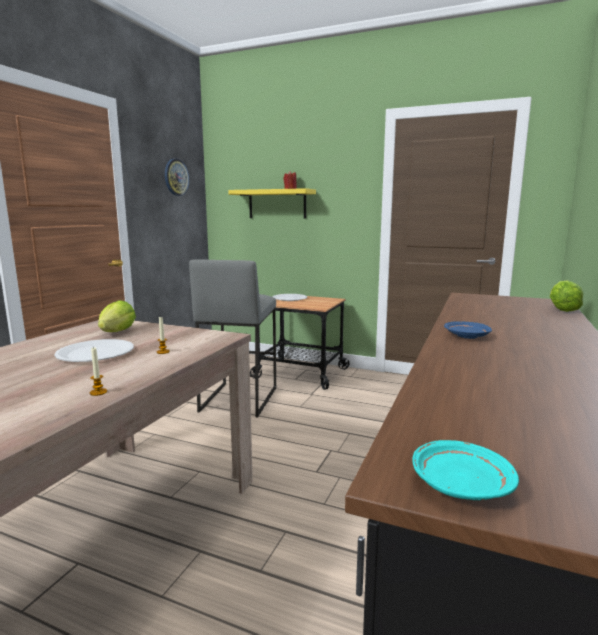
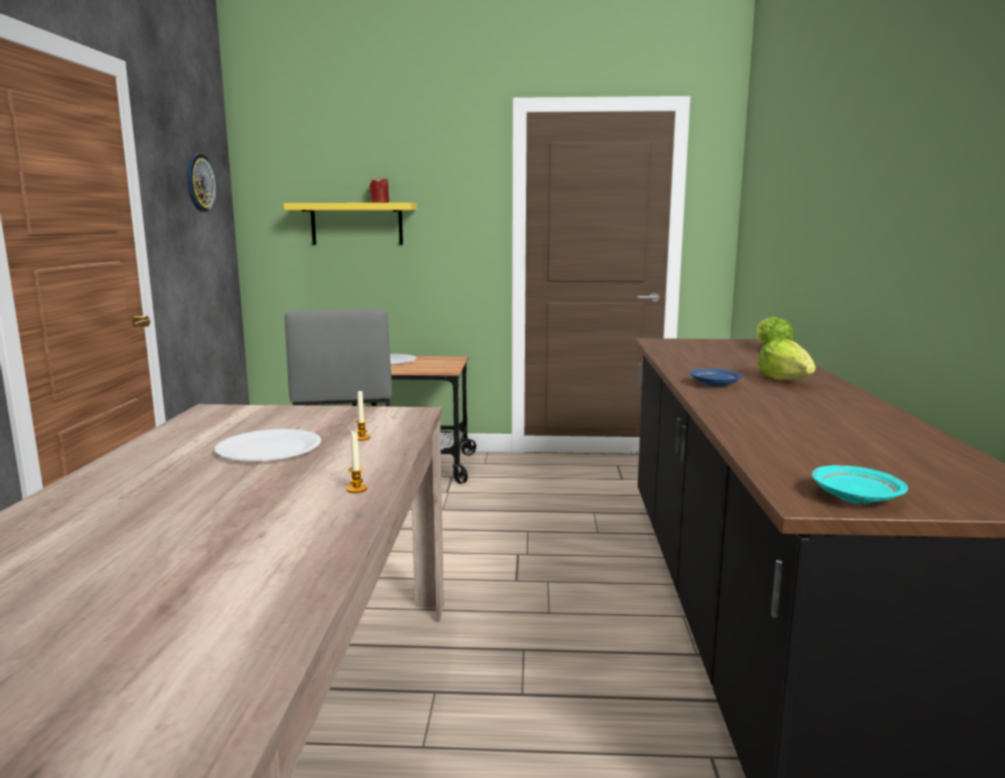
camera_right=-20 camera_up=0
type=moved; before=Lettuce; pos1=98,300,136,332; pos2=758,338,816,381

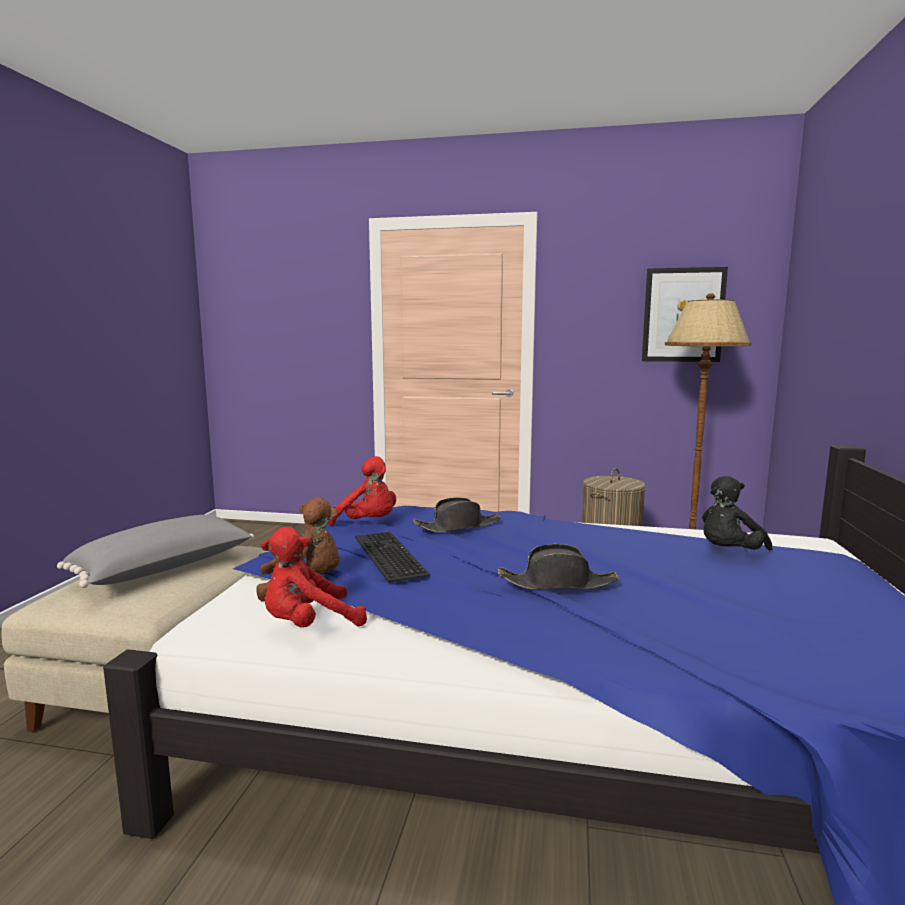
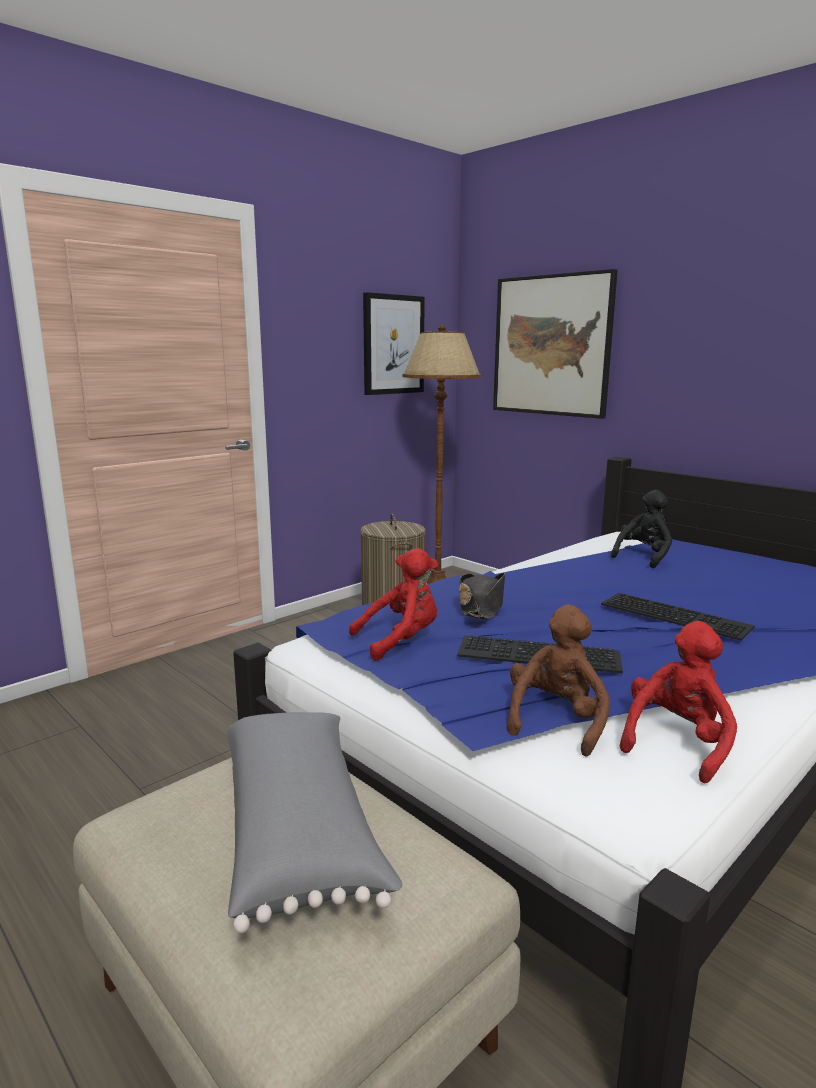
camera_right=-55 camera_up=5
type=added; after=Picture; pos2=493,269,618,419
type=replaced; before=BlackHat; after=Keyboard; pos1=498,544,619,589; pos2=601,593,755,641
type=turned; before=RedPlushToy; pos1=261,527,367,627; pos2=620,621,737,784; turn=-150
type=turned; before=BlackPlushToy; pos1=702,476,772,550; pos2=611,490,672,568; turn=-135

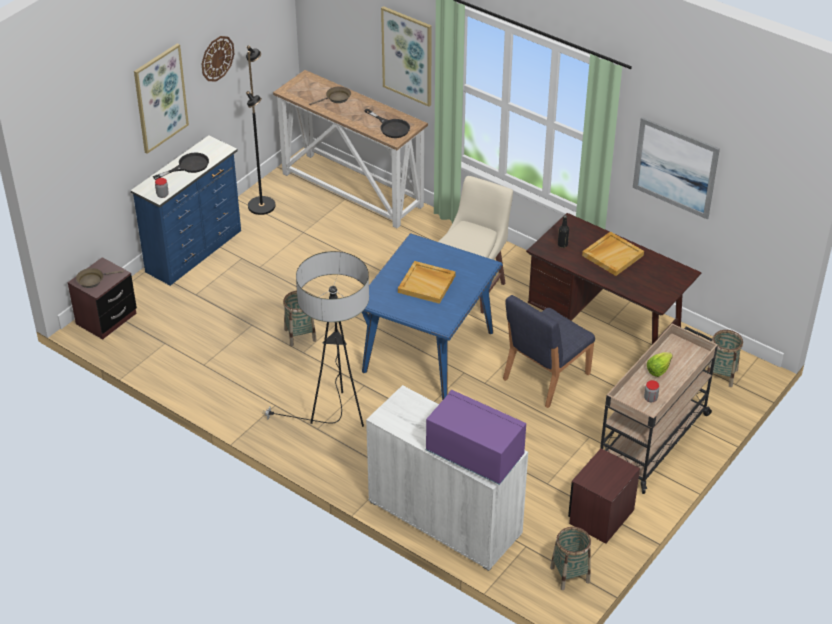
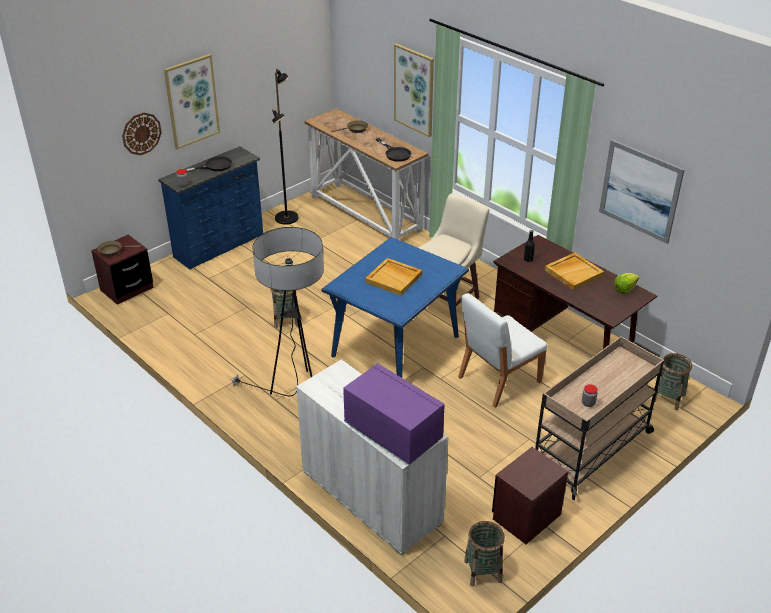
camera_right=10 camera_up=-5
type=moved; before=WallClock; pos1=202,36,234,81; pos2=122,113,162,155
type=moved; before=Lettuce; pos1=647,352,673,377; pos2=614,273,639,294
type=recoloured; before=BlueChair; after=WhiteChair; pos1=503,295,595,408; pos2=458,293,547,408

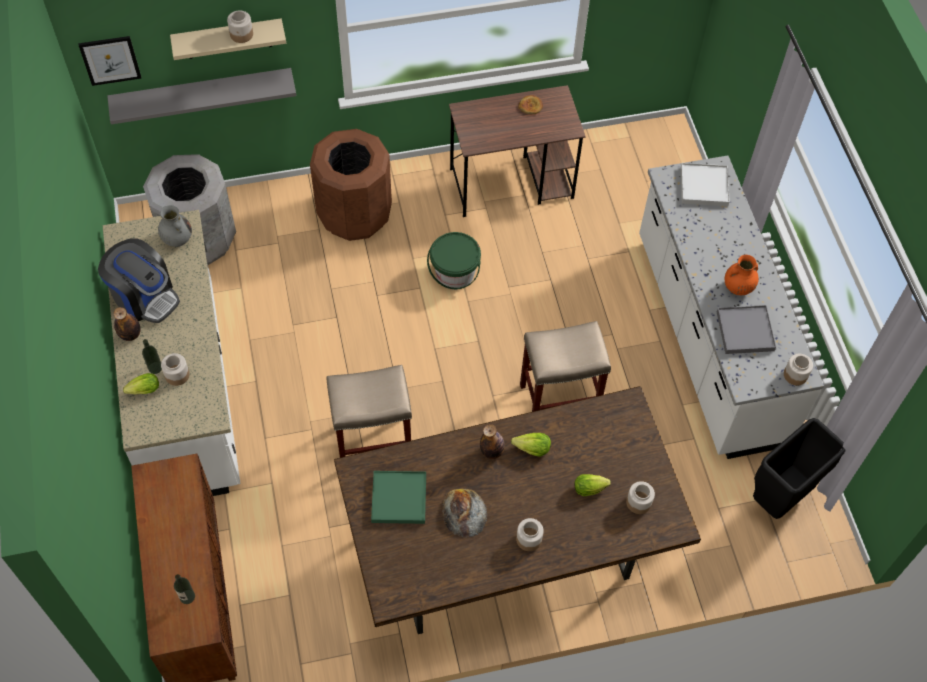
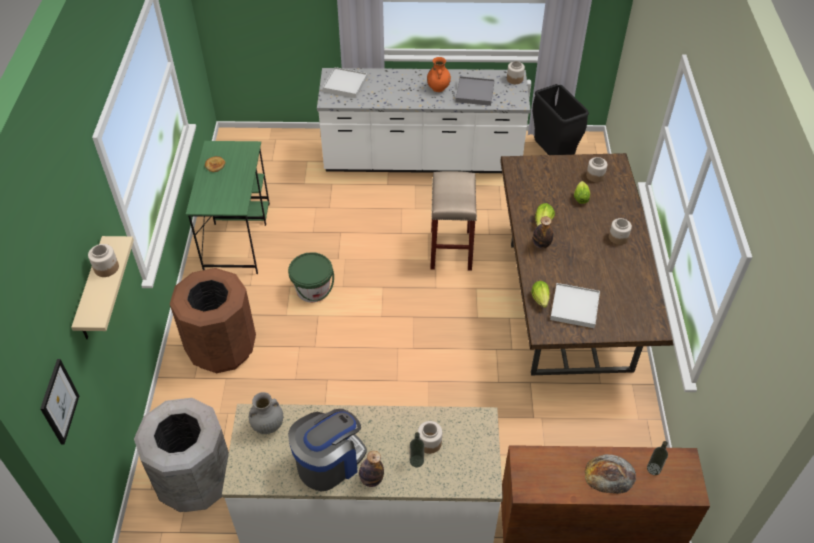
camera_right=-75 camera_up=-10
type=removed; before=GreyShelf; pos1=107,68,297,124
type=removed; before=BeigeStool; pos1=327,365,412,458
type=moved; before=Lettuce; pos1=123,373,159,395; pos2=531,281,550,308
type=moved; before=Bread; pos1=442,489,487,538; pos2=585,454,636,494
type=recoloured; before=GreenTray; after=WhiteTray; pos1=371,471,426,524; pos2=550,283,600,328
type=recoloured; before=BrownDesk; after=GreenDesk; pos1=449,85,586,217; pos2=186,141,270,274

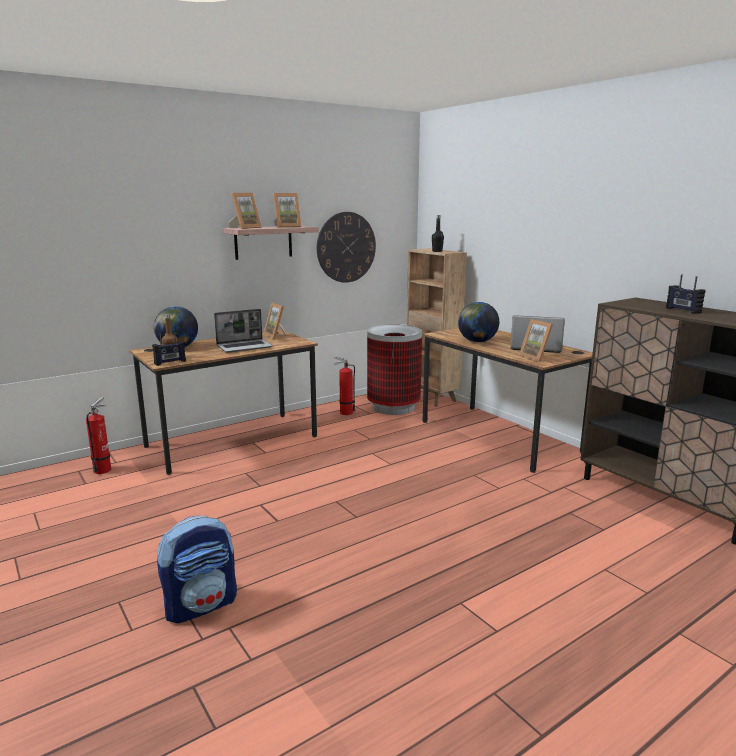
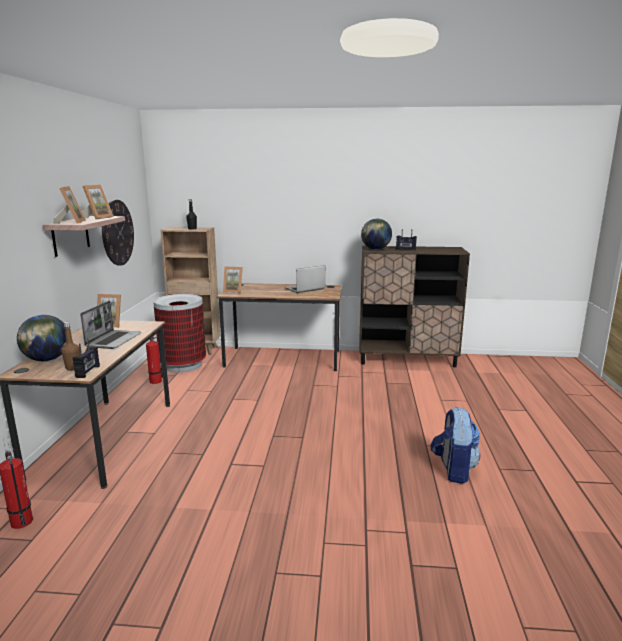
camera_right=-50 camera_up=0
type=moved; before=Backpack; pos1=157,515,237,623; pos2=431,407,480,484
type=moved; before=Globe; pos1=458,302,499,342; pos2=361,219,392,250
type=moved; before=PictureFrame; pos1=519,319,553,362; pos2=223,267,243,293

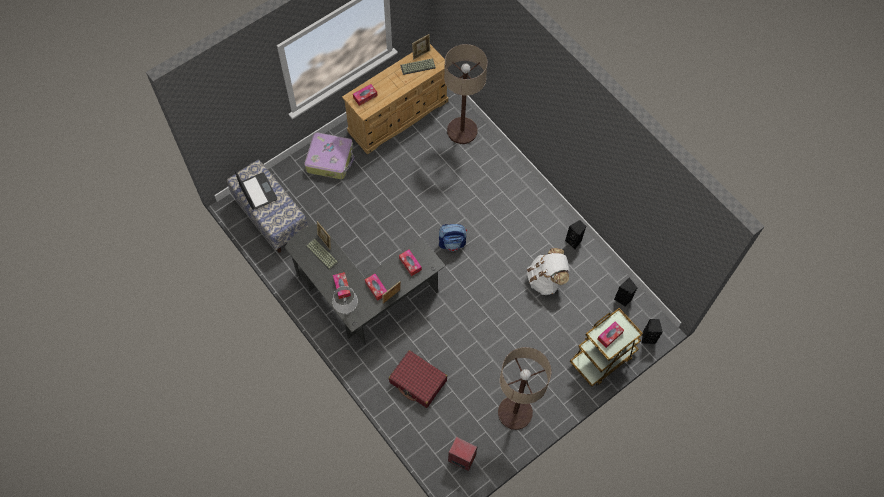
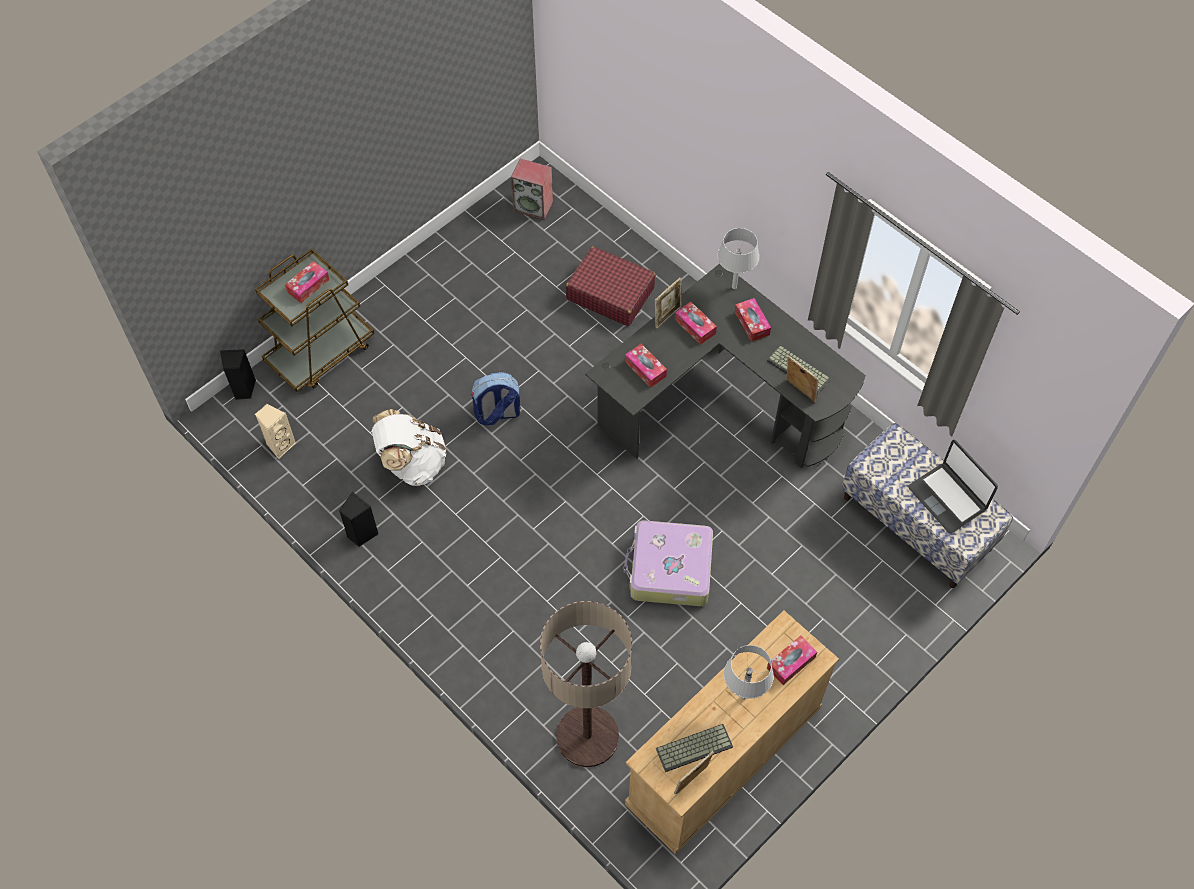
camera_right=175 camera_up=-5
type=removed; before=FloorLamp; pos1=498,347,551,430
type=added; after=GreyTableLamp; pos2=724,645,774,700
type=moved; before=Suitcase; pos1=304,132,355,179; pos2=623,520,713,606
type=moved; before=Backpack; pos1=439,224,467,251; pos2=471,372,521,426
type=recoloured; before=BlackSpeaker; after=BeigeSpeaker; pos1=614,278,637,307; pos2=255,404,296,459

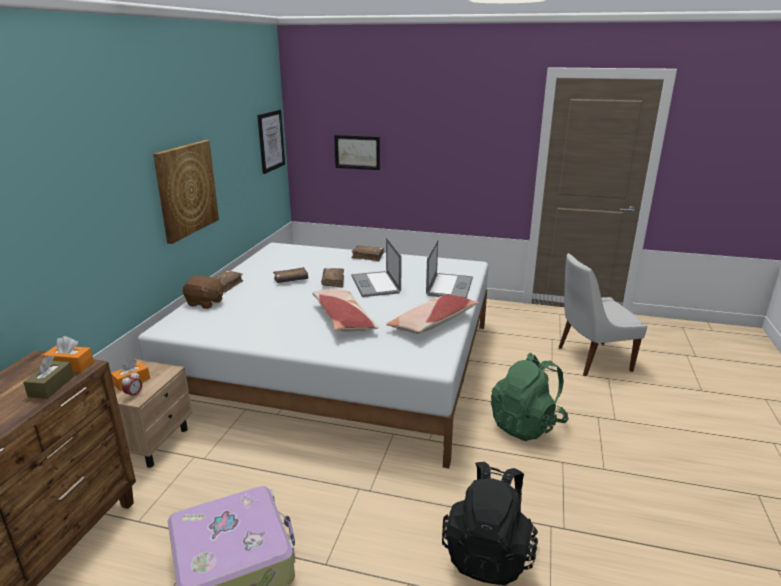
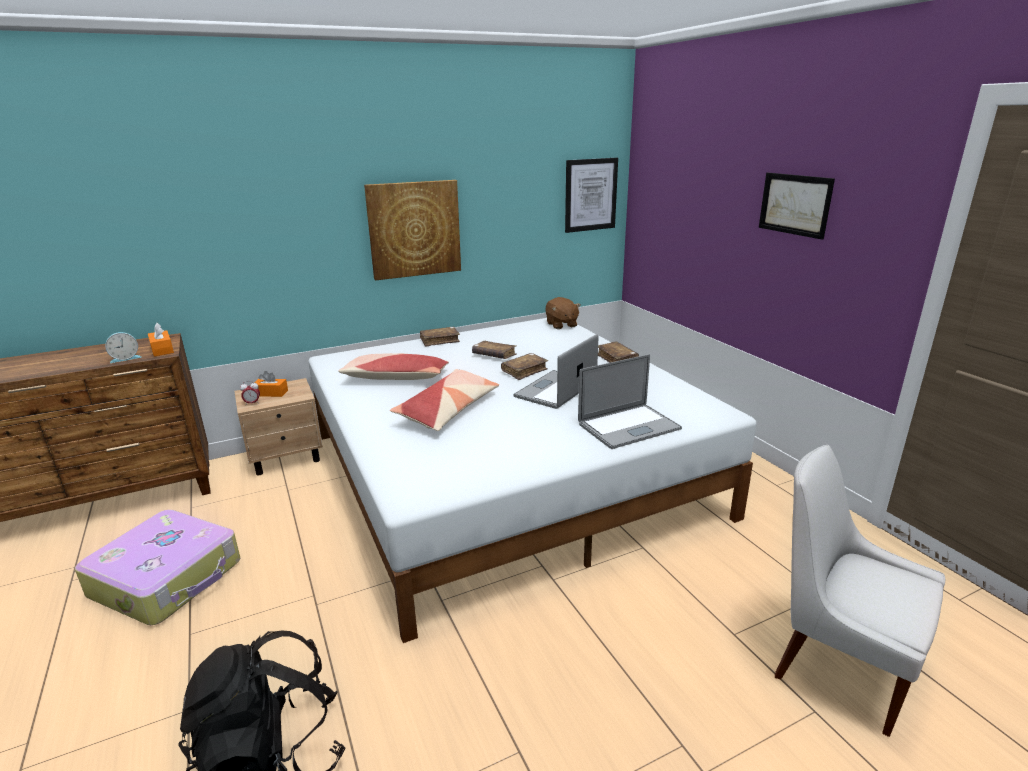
camera_right=50 camera_up=0
type=removed; before=GreenBackpack; pos1=491,353,569,441
type=moved; before=BrownPlushToy; pos1=183,276,223,309; pos2=545,297,580,329
type=moved; before=Picture; pos1=334,135,380,170; pos2=759,173,835,240
type=moved; before=Pillow; pos1=386,295,479,334; pos2=338,353,449,380
type=replaced; before=BrownTissueBox; after=AlarmClock; pos1=23,355,74,399; pos2=105,332,141,363

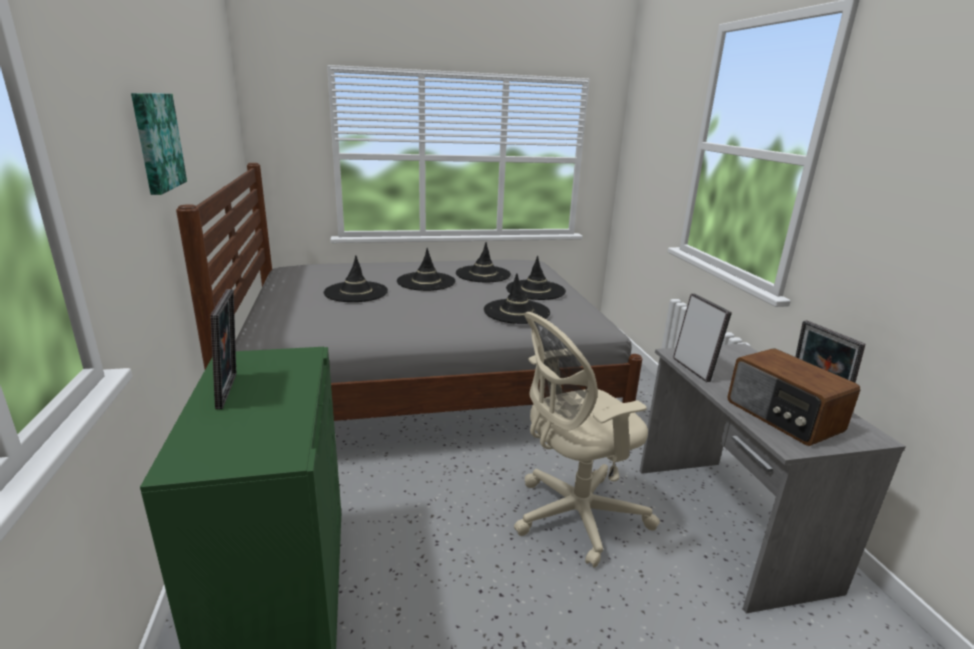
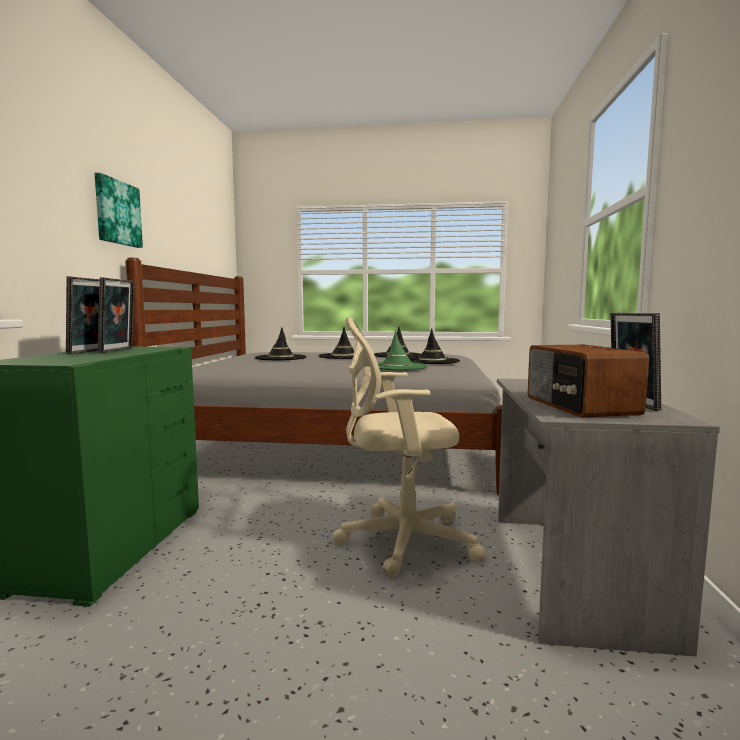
camera_right=20 camera_up=-15
type=moved; before=PictureFrame; pos1=673,293,732,382; pos2=98,277,135,353
type=recoloured; before=BlackHat; after=GreenHat; pos1=484,273,550,324; pos2=377,330,428,370

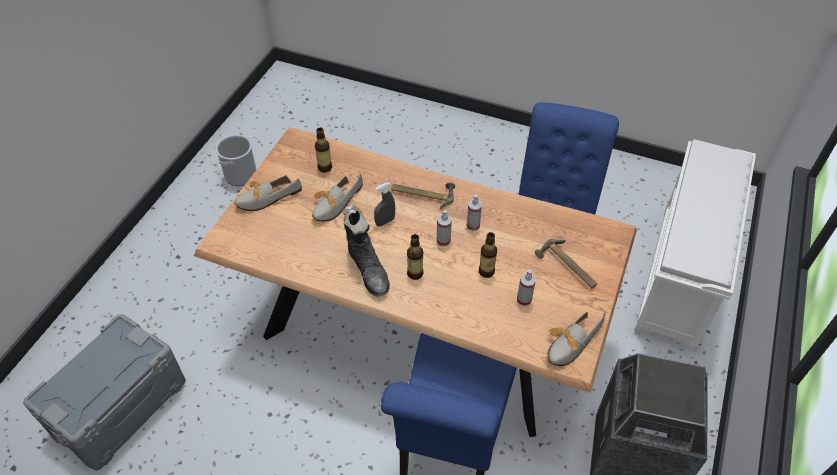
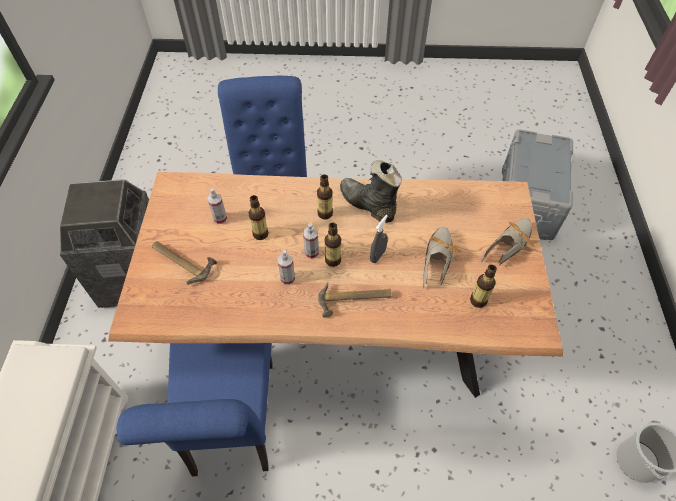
camera_right=160 camera_up=5
type=removed; before=Shoe; pos1=547,311,606,366
type=added; after=Bottle; pos2=325,223,341,267

